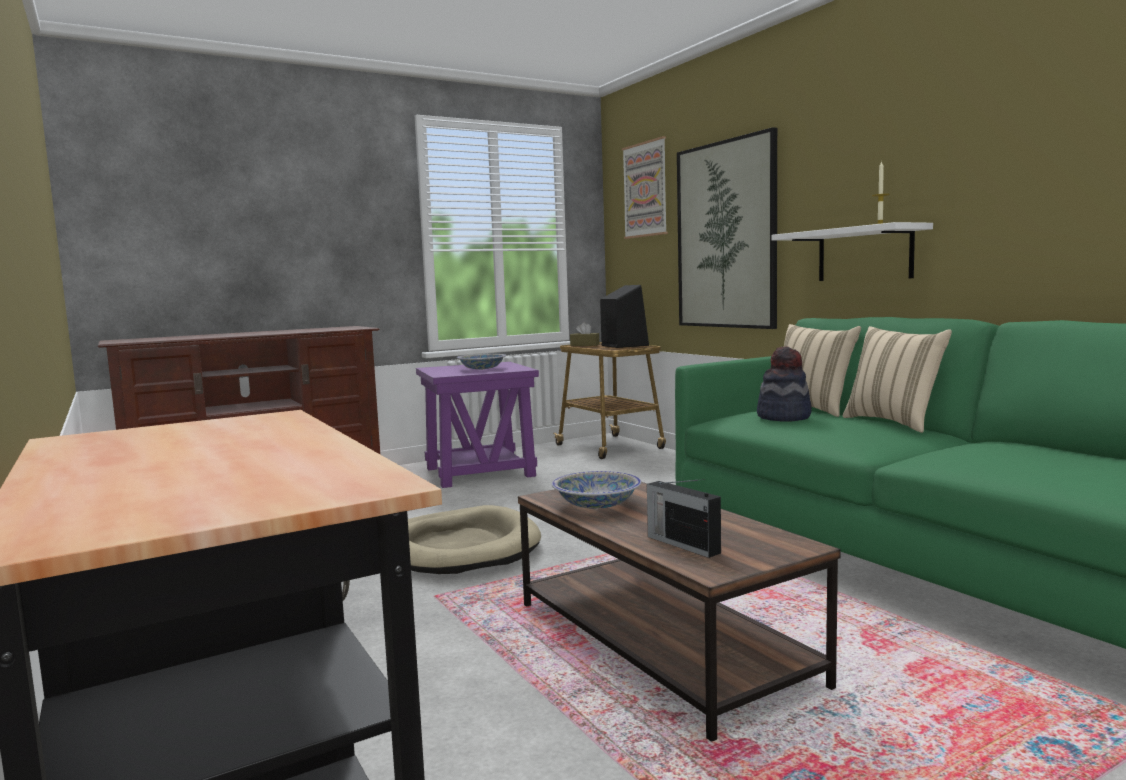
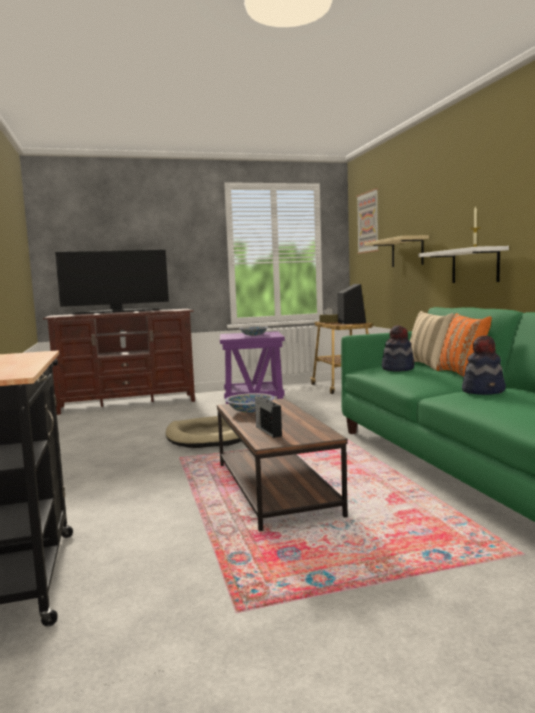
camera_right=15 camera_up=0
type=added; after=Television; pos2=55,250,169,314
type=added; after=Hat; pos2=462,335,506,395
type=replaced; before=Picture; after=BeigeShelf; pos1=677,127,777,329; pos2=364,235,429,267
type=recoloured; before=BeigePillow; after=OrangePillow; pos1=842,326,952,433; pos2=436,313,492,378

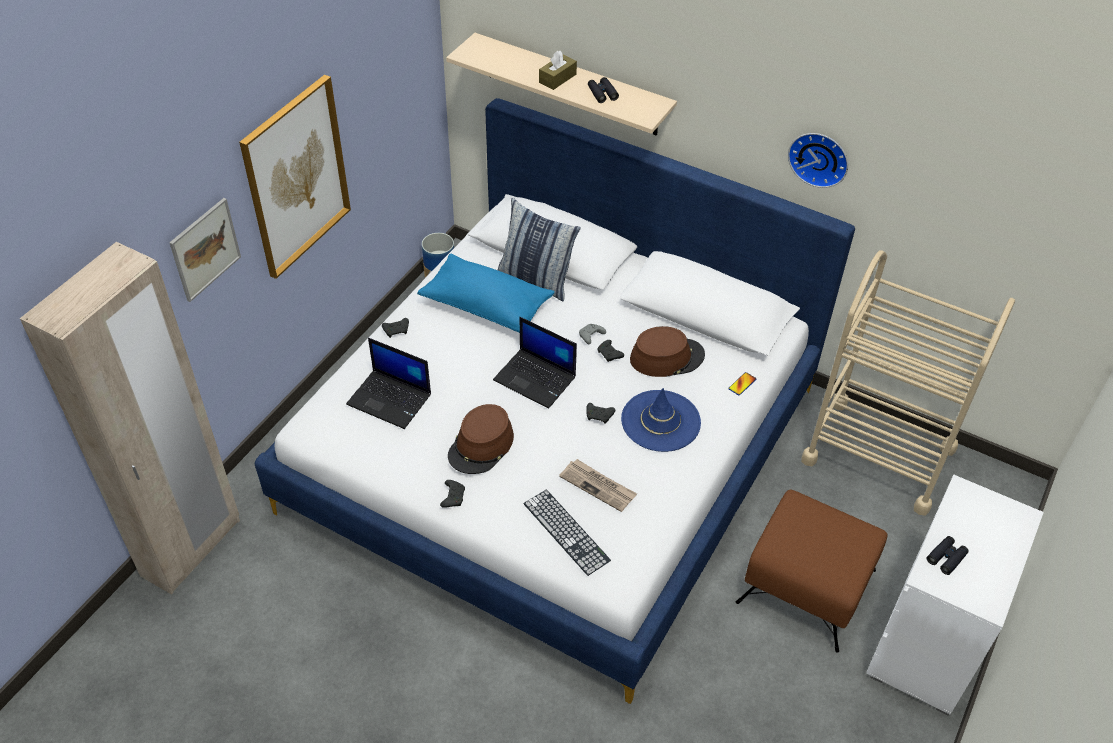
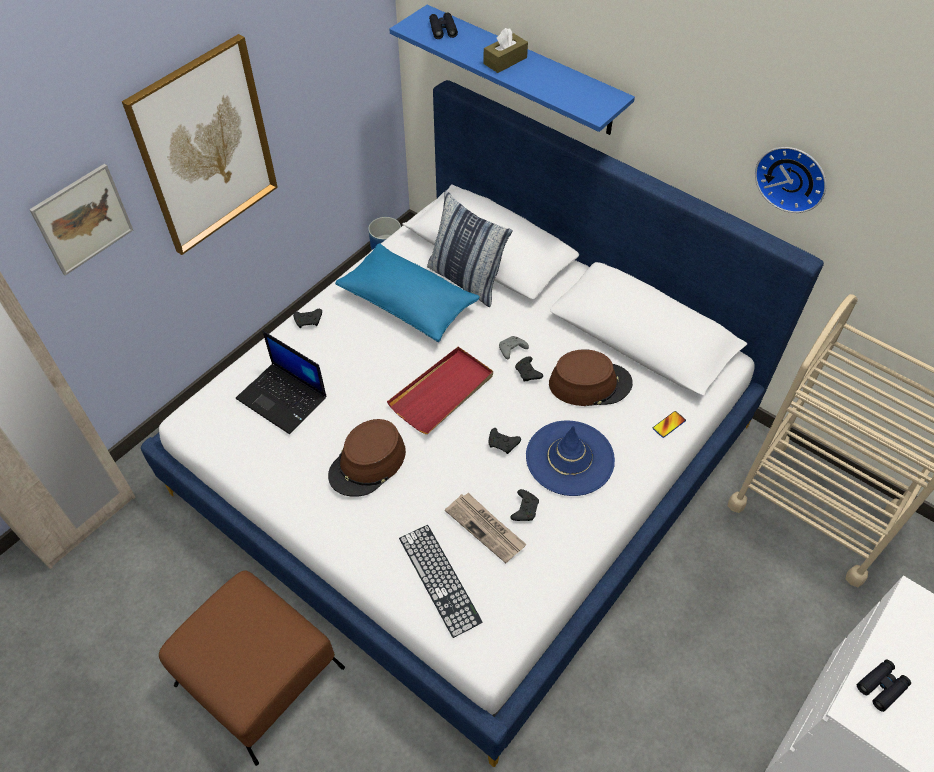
camera_right=10 camera_up=5
type=moved; before=BlackGameController; pos1=440,480,465,508; pos2=510,489,539,521
type=moved; before=BlackBinoculars; pos1=588,77,619,103; pos2=429,12,458,39
type=moved; before=BrownOttoman; pos1=736,490,888,653; pos2=159,571,345,766
type=replaced; before=Laptop; after=RedTray; pos1=493,317,577,409; pos2=387,347,493,434
type=recoloured; before=BeigeShelf; after=BlueShelf; pos1=446,33,677,136; pos2=390,5,635,135

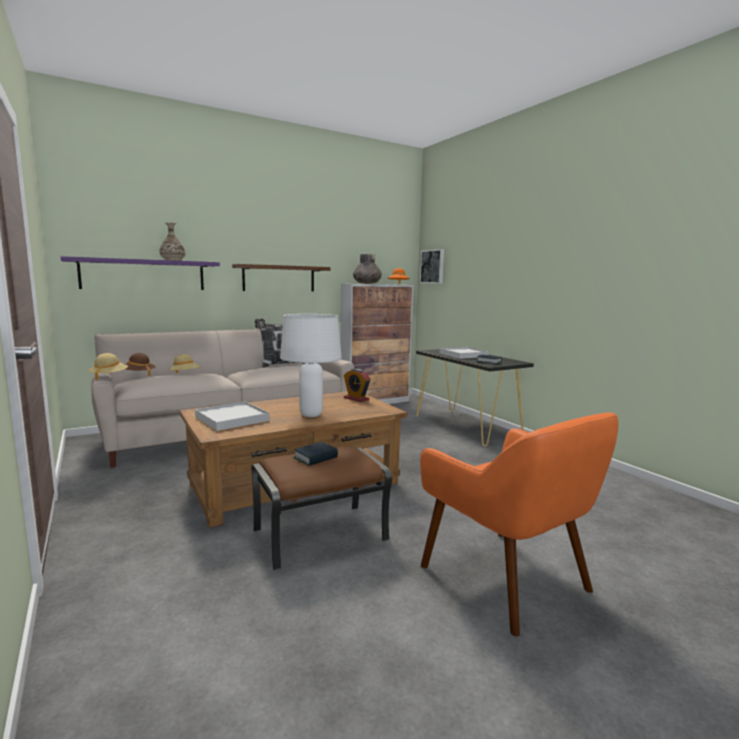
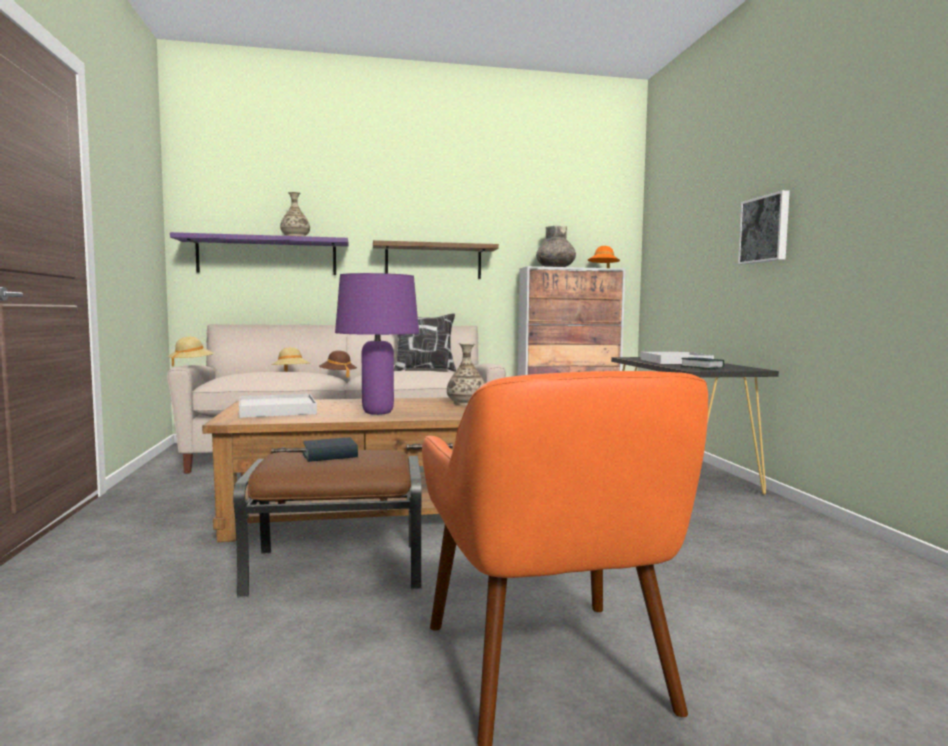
camera_right=20 camera_up=-5
type=moved; before=BrownHat; pos1=125,353,156,376; pos2=319,350,357,378
type=moved; before=Picture; pos1=420,249,444,283; pos2=738,190,790,265
type=replaced; before=AlarmClock; after=Vase; pos1=344,369,370,402; pos2=447,343,485,406
type=recoloured; before=WhiteTableLamp; after=PurpleTableLamp; pos1=280,314,342,417; pos2=335,273,419,415

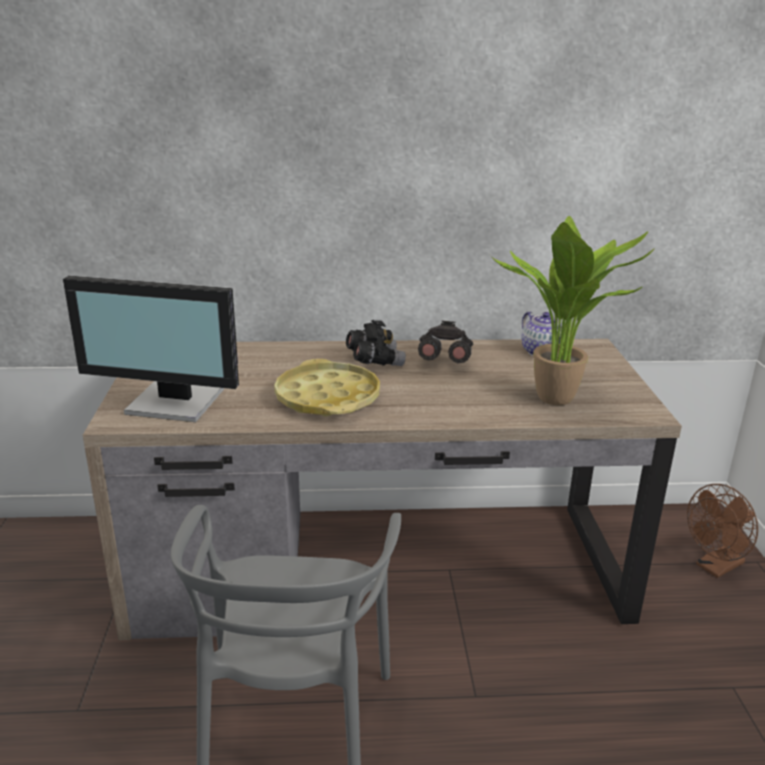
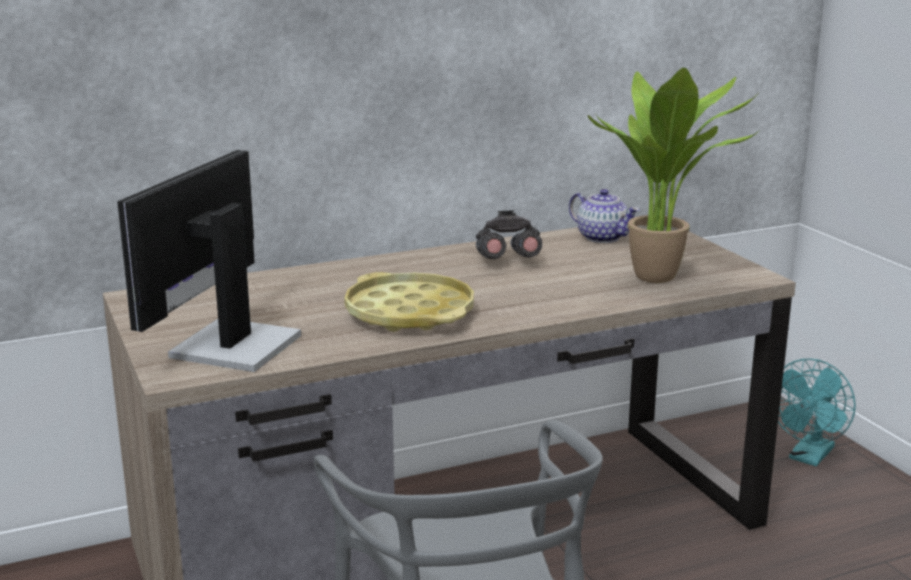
camera_right=-20 camera_up=-5
type=removed; before=BlackBinoculars; pos1=346,320,406,366
type=recoloured; before=BrownFan; after=TurquoiseFan; pos1=687,484,758,578; pos2=778,359,856,466
type=turned; before=Monitor; pos1=63,276,239,422; pos2=117,150,301,372; turn=120

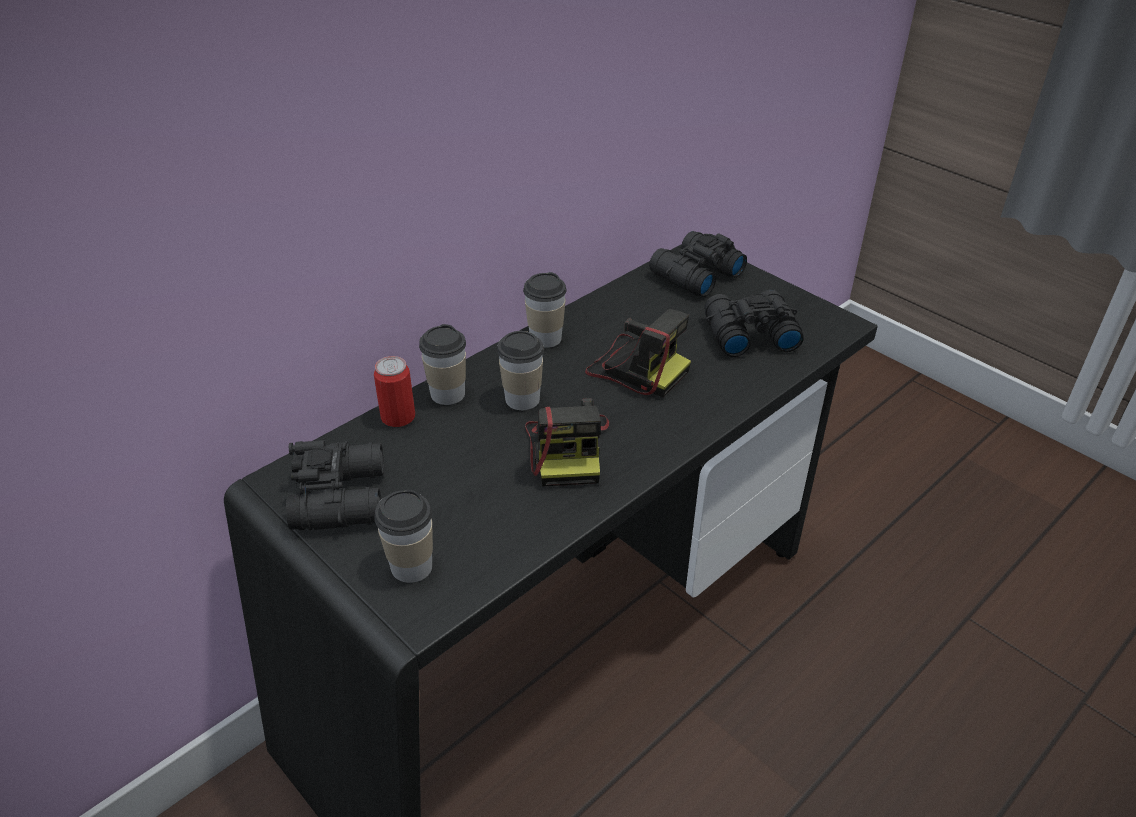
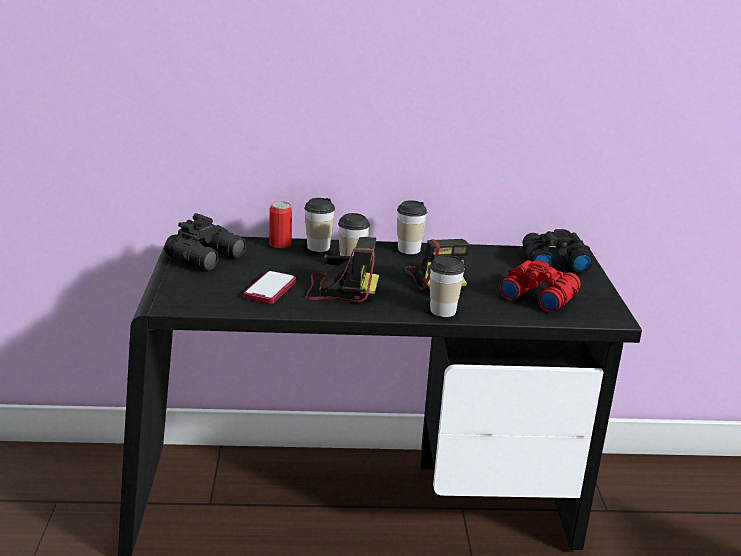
camera_right=40 camera_up=-15
type=added; after=Phone; pos2=244,271,296,304
type=moved; before=Cup; pos1=374,489,433,583; pos2=430,255,465,317
type=recoloured; before=BlackBinoculars; after=RedBinoculars; pos1=705,290,804,357; pos2=499,260,581,312
type=turned; before=PhotoCamera; pos1=525,398,609,486; pos2=306,237,379,302; turn=-120

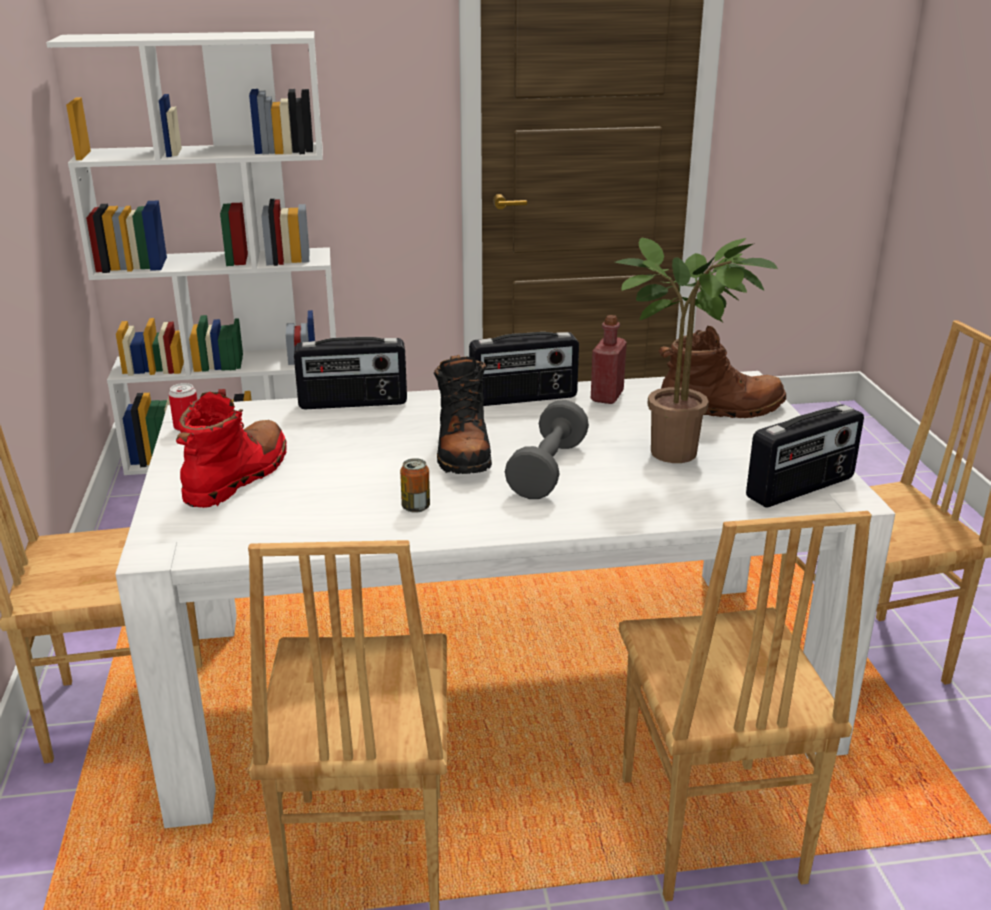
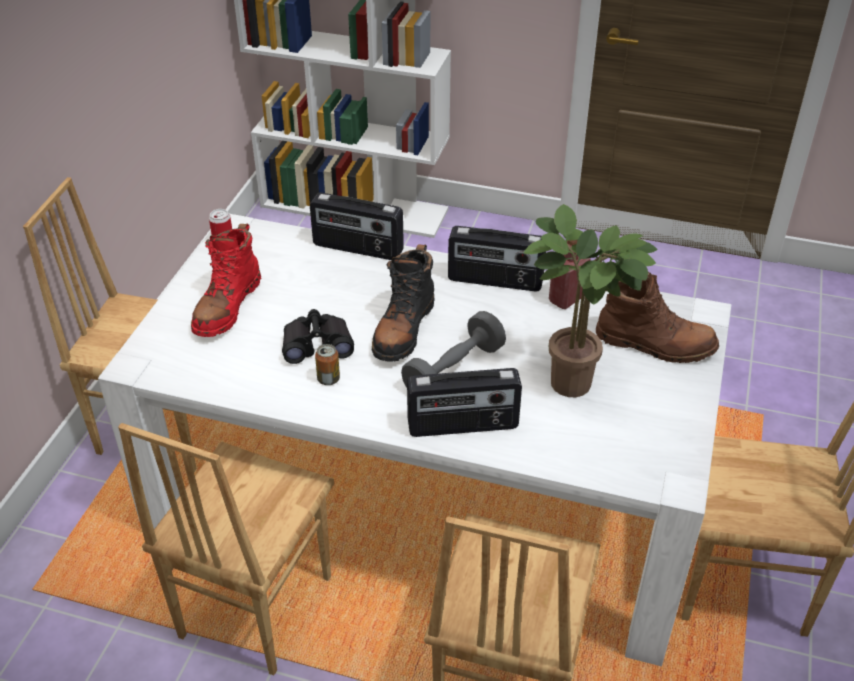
camera_right=25 camera_up=15
type=added; after=BlackBinoculars; pos2=282,309,354,364
type=moved; before=Radio; pos1=746,404,864,507; pos2=407,368,522,437
type=turned; before=RedBoot; pos1=176,392,287,508; pos2=191,223,261,337; turn=150

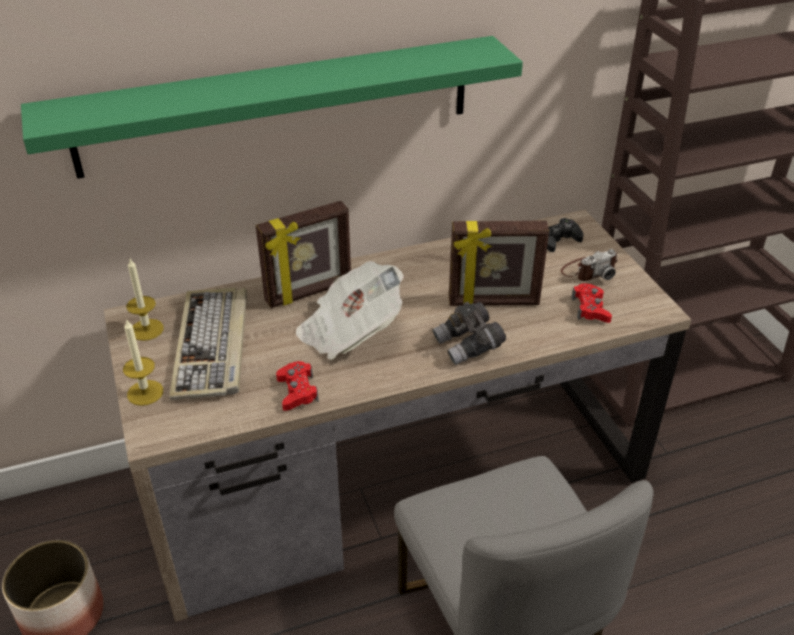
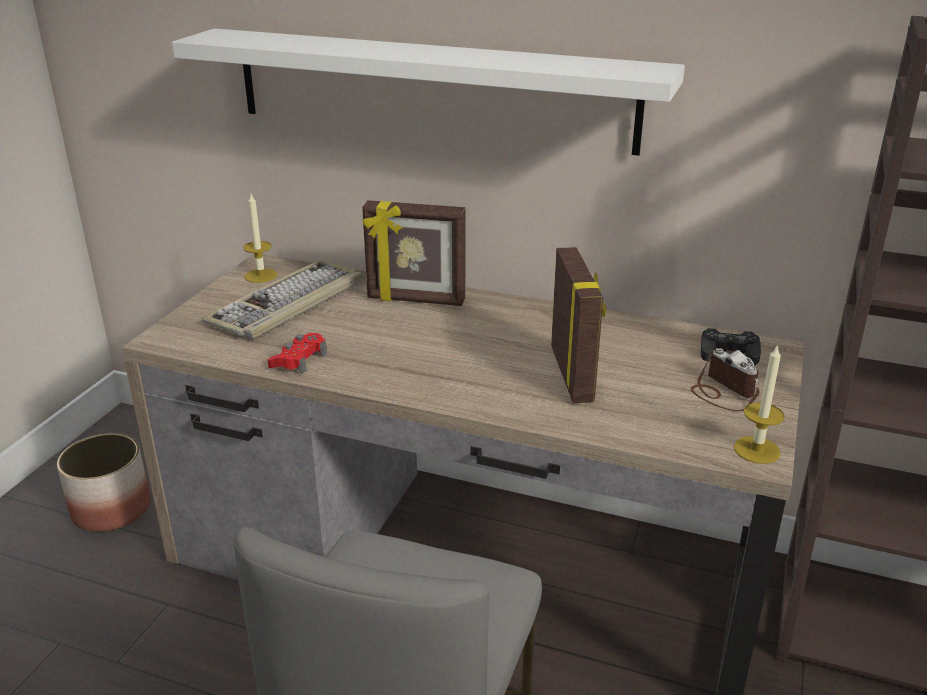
camera_right=40 camera_up=-10
type=removed; before=Newspaper; pos1=296,261,404,360
type=removed; before=GreyBinoculars; pos1=432,302,506,365
type=removed; before=RedGameController; pos1=571,283,612,323
type=moved; before=Candle; pos1=123,319,163,406; pos2=734,344,785,464
type=recoloured; before=GreenShelf; after=WhiteShelf; pos1=21,36,523,179; pos2=172,28,685,156
type=turned; before=PictureFrame; pos1=449,221,549,306; pos2=551,247,606,403; turn=-135
type=turned; before=PhotoCamera; pos1=561,249,618,281; pos2=690,348,760,411; turn=-135

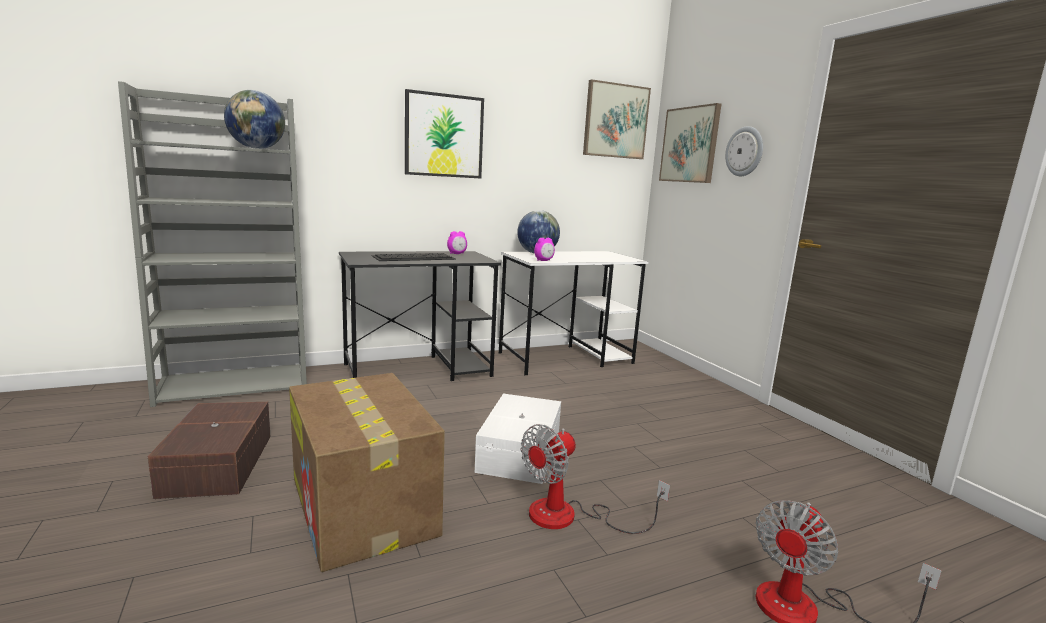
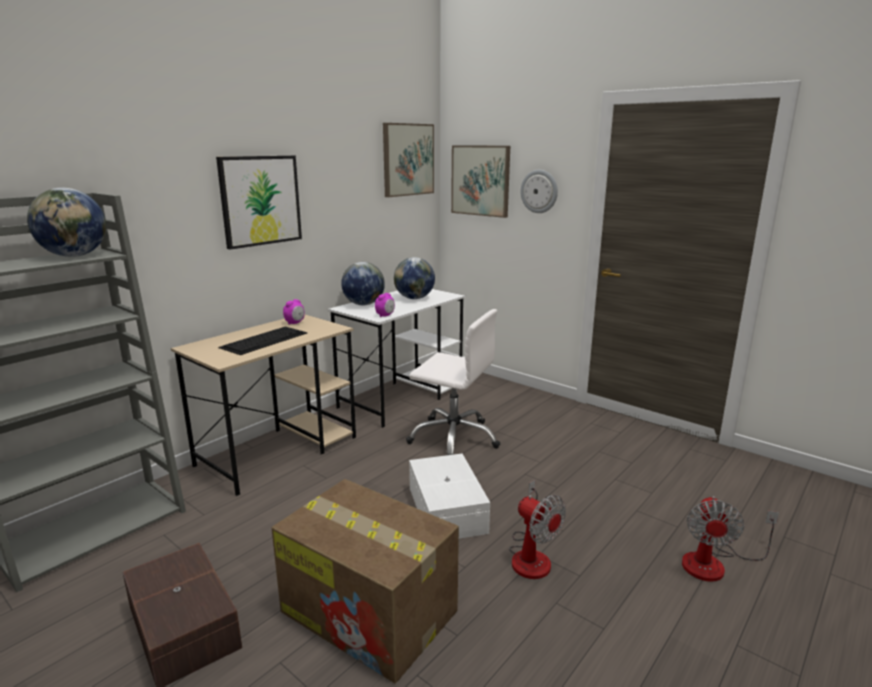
camera_right=-25 camera_up=5
type=added; after=Globe; pos2=394,257,435,299
type=added; after=WhiteOfficeChair; pos2=406,309,500,455
type=recoloured; before=BlackDesk; after=BeigeDesk; pos1=339,251,501,381; pos2=171,314,356,496
type=turned; before=Fan; pos1=520,424,670,534; pos2=509,480,566,579; turn=-60

